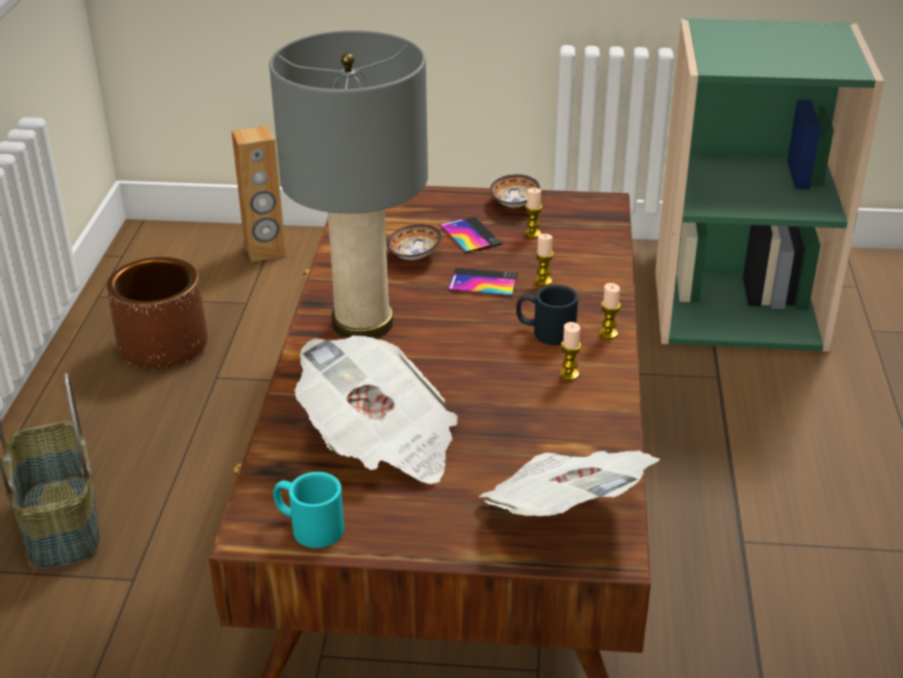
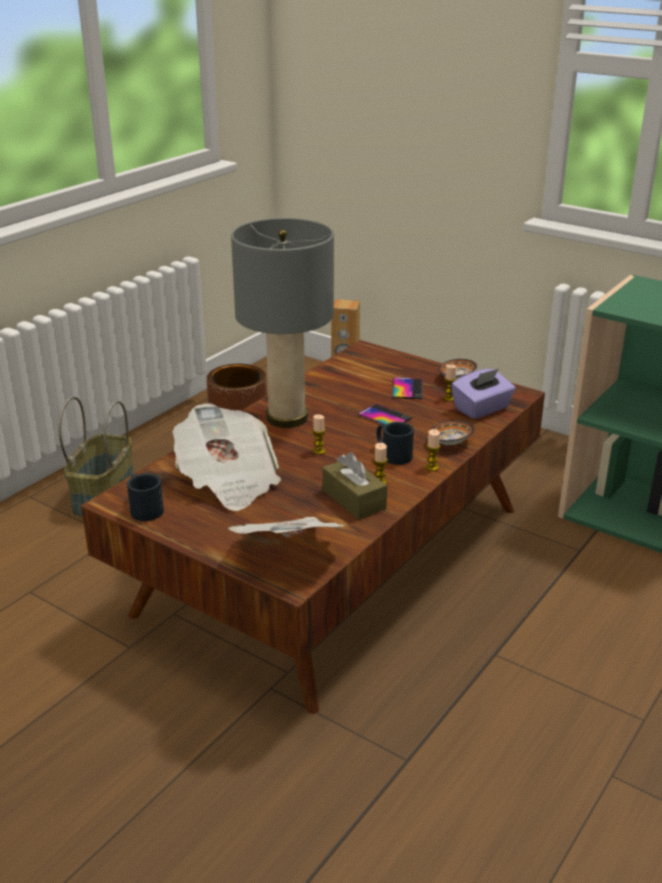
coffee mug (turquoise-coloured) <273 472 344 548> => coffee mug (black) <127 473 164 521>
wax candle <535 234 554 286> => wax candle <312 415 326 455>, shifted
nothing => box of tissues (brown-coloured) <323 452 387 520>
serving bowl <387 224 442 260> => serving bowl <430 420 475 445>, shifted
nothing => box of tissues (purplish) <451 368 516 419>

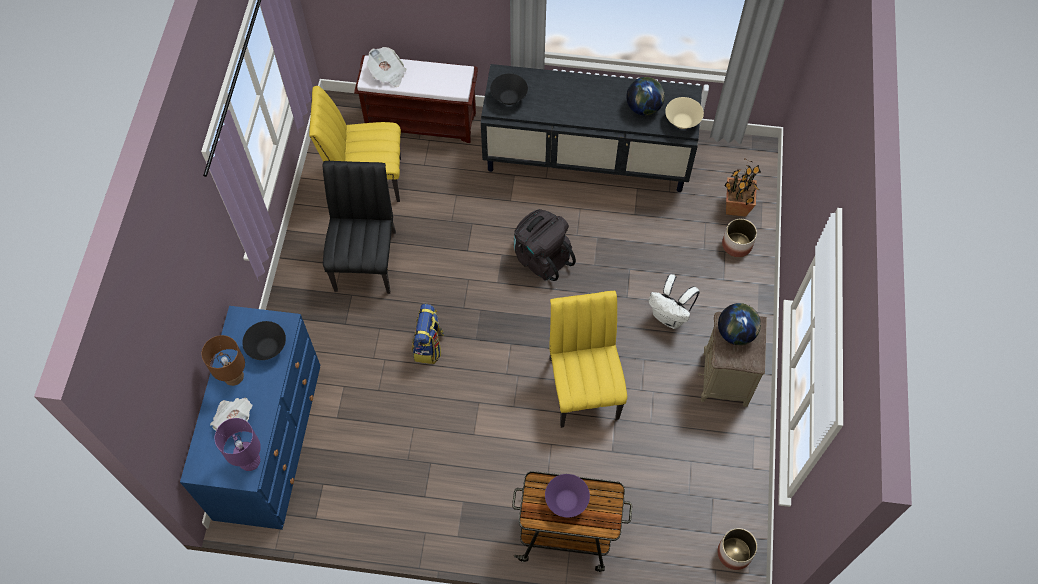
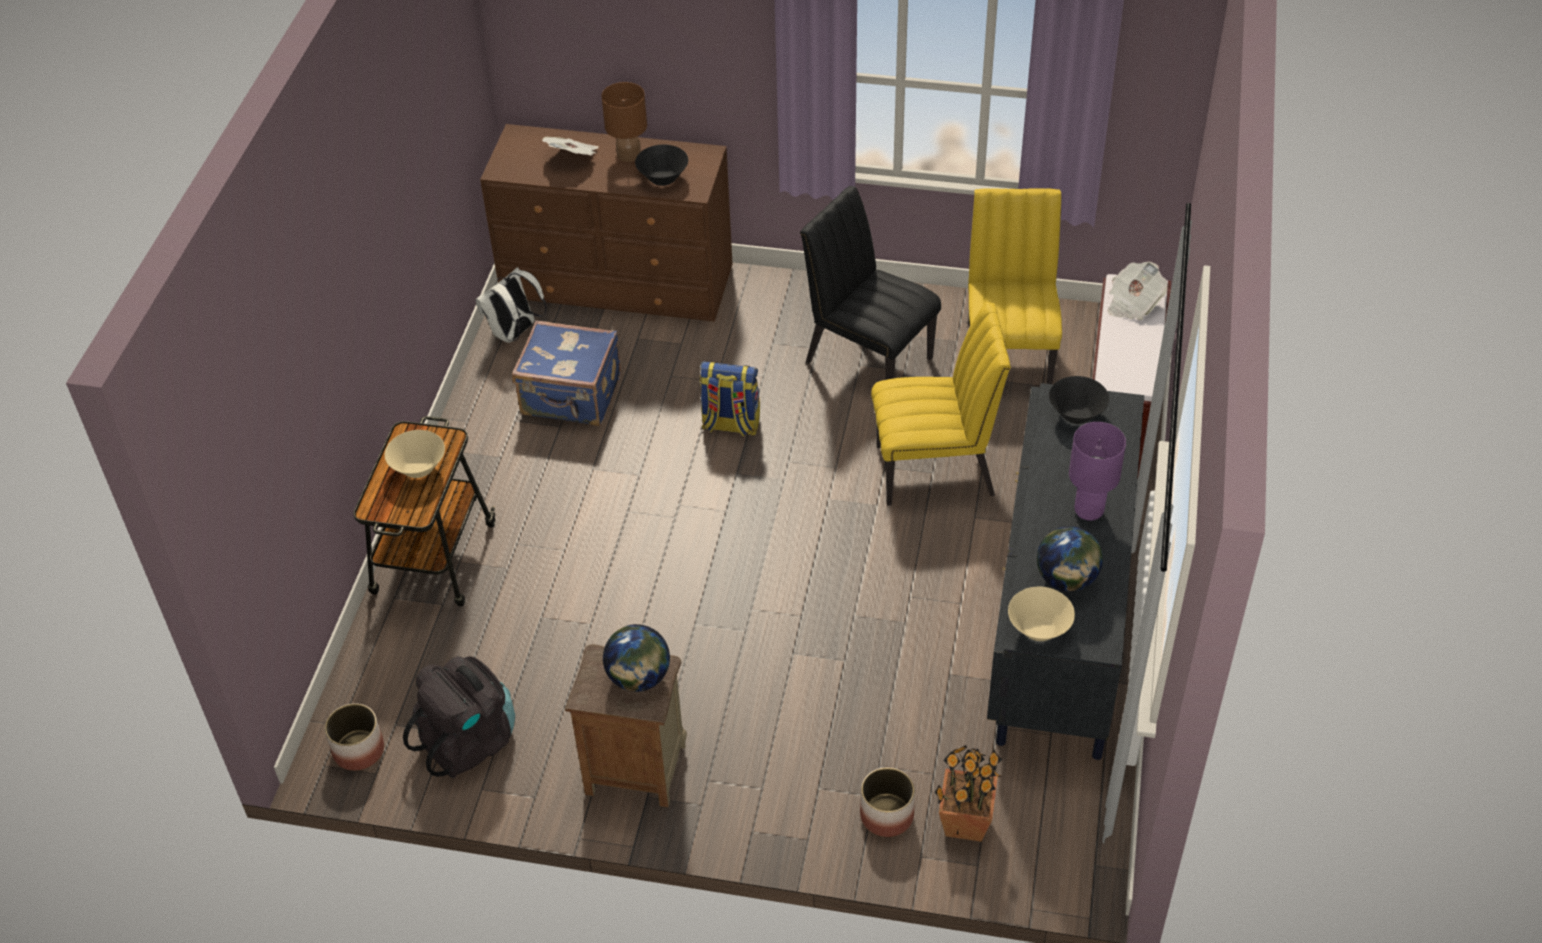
serving bowl (purplish) <545 474 590 518> => serving bowl (sand-coloured) <385 430 445 478>
knapsack (black) <514 209 576 281> => knapsack (black) <403 656 515 778>, shifted
knapsack (white) <648 274 700 329> => knapsack (white) <475 267 547 343>, shifted
dresser (bluish) <180 306 320 530> => dresser (brown-coloured) <480 124 732 322>
nothing => piece of luggage (bluish) <512 320 621 426>
plain chair (black) <323 161 396 294> => plain chair (black) <800 186 941 380>, 150 degrees counterclockwise
plain chair (yellow) <549 291 627 428> => plain chair (yellow) <871 302 1011 506>, shifted
table lamp (purplish) <215 418 261 471> => table lamp (purplish) <1069 422 1126 521>, shifted

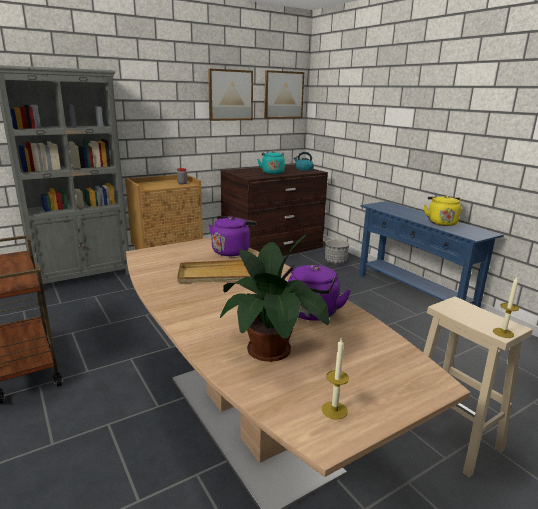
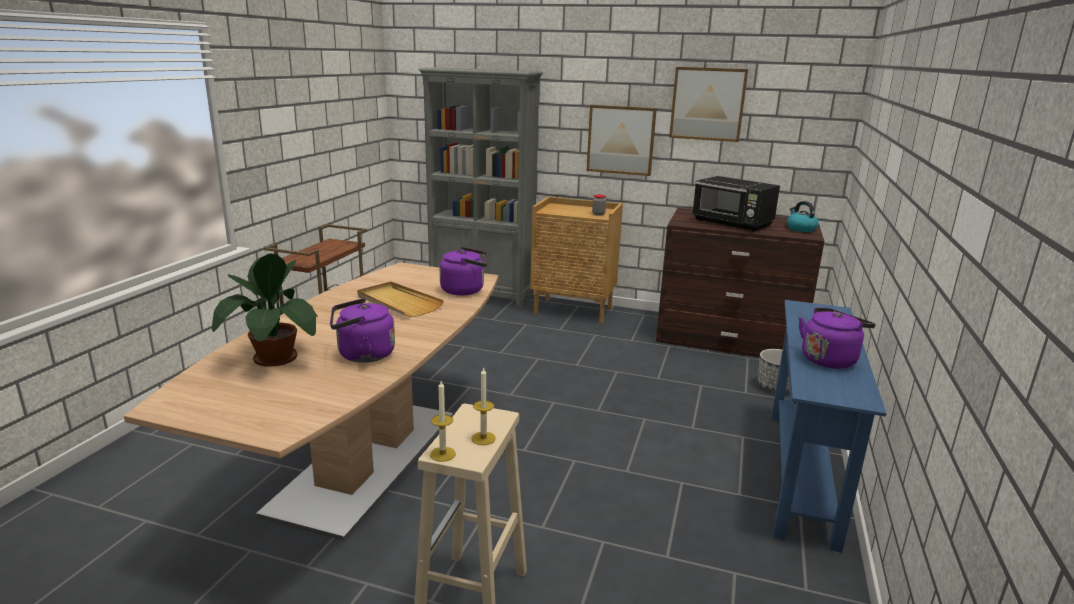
wax candle <322 337 349 420> => wax candle <472 368 496 445>, shifted
picture <264 70 304 119> => picture <587 105 657 176>, shifted
kettle (turquoise-coloured) <257 151 285 174> => microwave oven (black) <692 176 780 232>
kettle (yellow) <424 195 461 226> => kettle (purplish) <799 308 875 369>

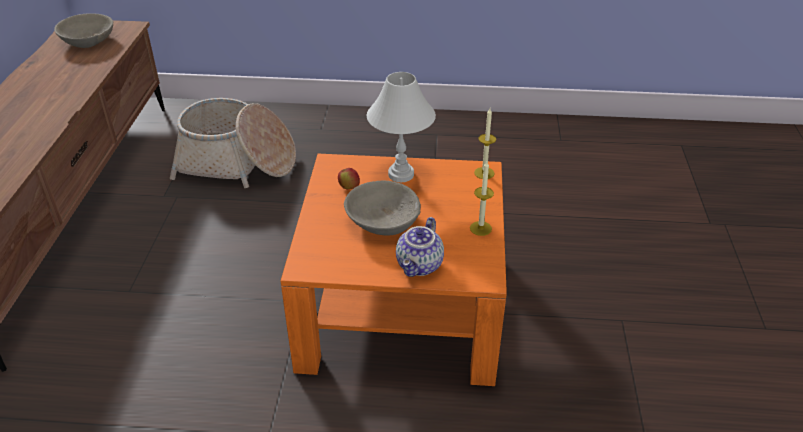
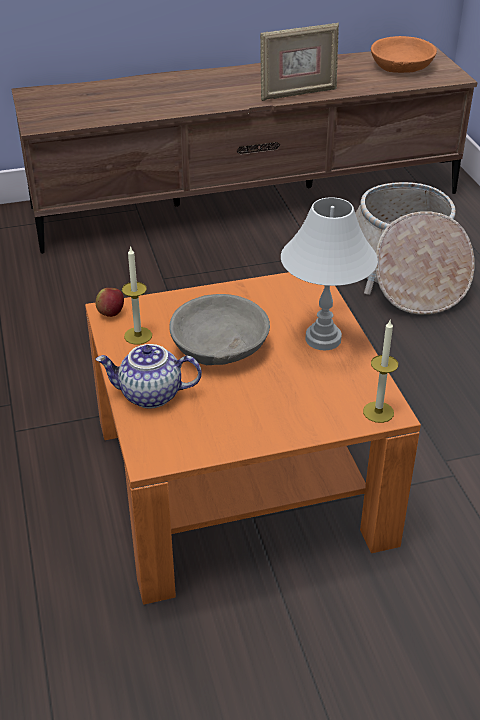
whole apple <338 168 360 189> => whole apple <96 288 124 317>, shifted
wax candle <470 161 494 236> => wax candle <122 246 152 345>, shifted
nothing => photo frame <260 23 339 101>
serving bowl (greyish) <54 13 113 48> => serving bowl (orange) <371 36 437 73>

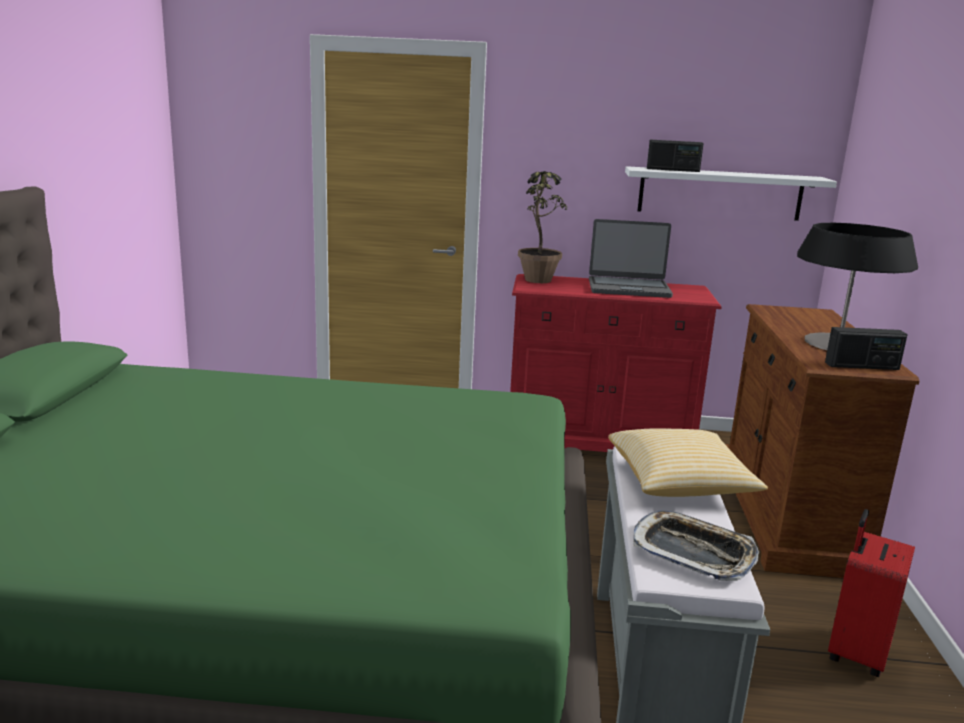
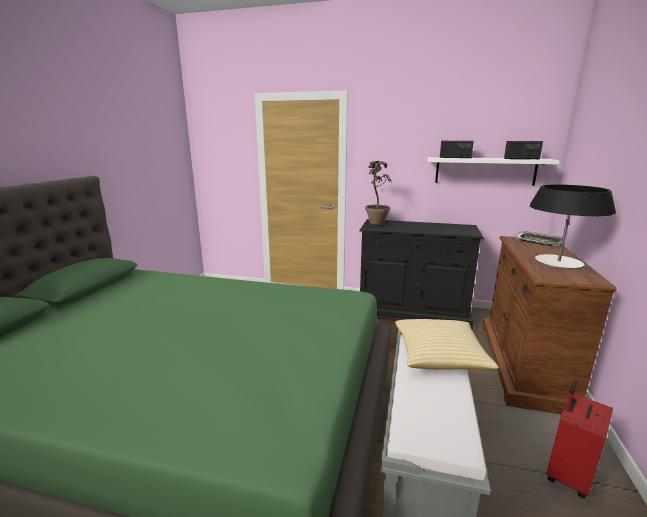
dresser (reddish) <510 274 722 452> => dresser (black) <360 219 484 331>
radio set <825 327 908 370> => radio set <504 141 543 159>, shifted
serving tray <633 511 759 581> => serving tray <516 231 562 246>, shifted
notebook computer <589 219 673 298> => nothing

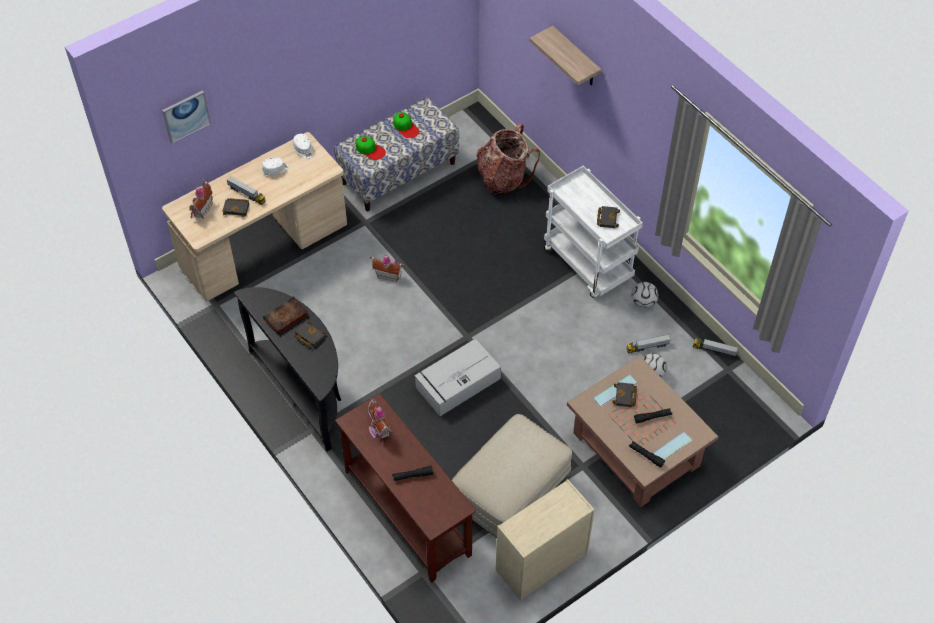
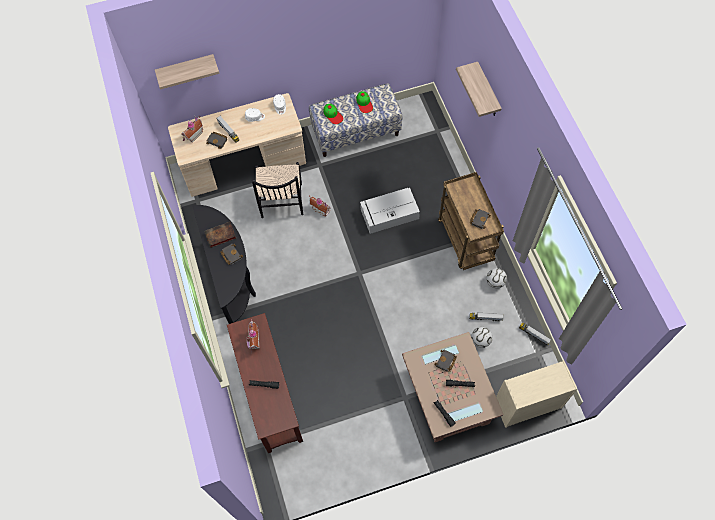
picture <162 90 211 144> => wall shelf <155 54 219 90>
nothing => plain chair (black) <252 162 303 218>
storage container (greyish) <414 340 501 416> => storage container (greyish) <360 188 420 234>, shifted
trolley (white) <544 166 643 298> => trolley (brown-coloured) <438 172 504 270>
dresser (sand-coloured) <496 479 595 601> => dresser (sand-coloured) <496 360 577 428>, shifted
ottoman (sand-coloured) <452 414 572 538> => nothing
knapsack <476 123 540 194> => nothing

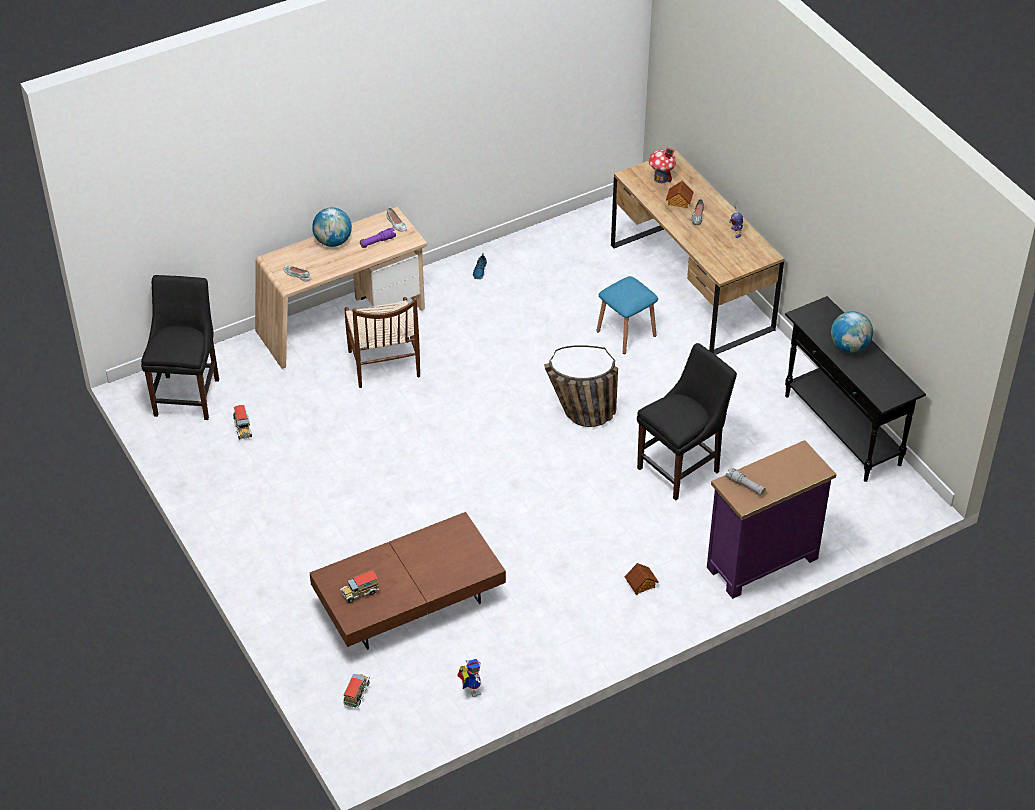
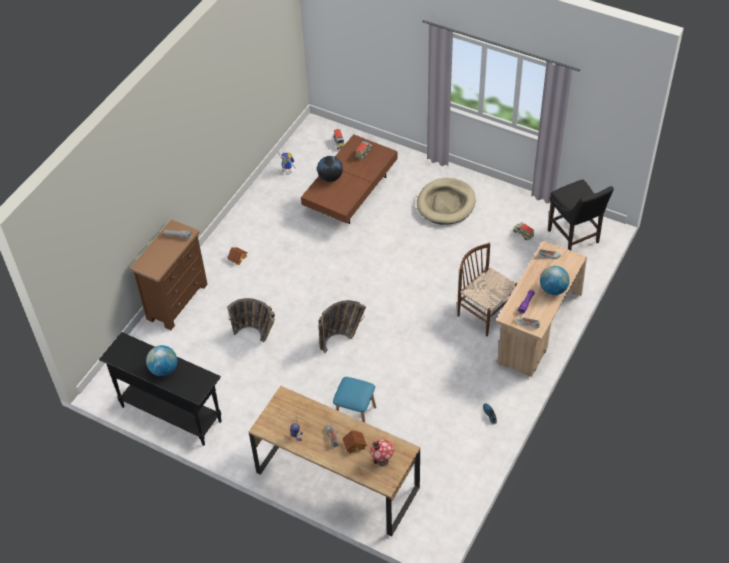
dresser (purplish) <707 440 837 599> => dresser (brown-coloured) <130 219 208 330>
plain chair (black) <637 343 737 500> => household basket <227 298 275 343>
nothing => world globe <317 156 343 182>
nothing => pet bed (sand-coloured) <417 178 476 225>

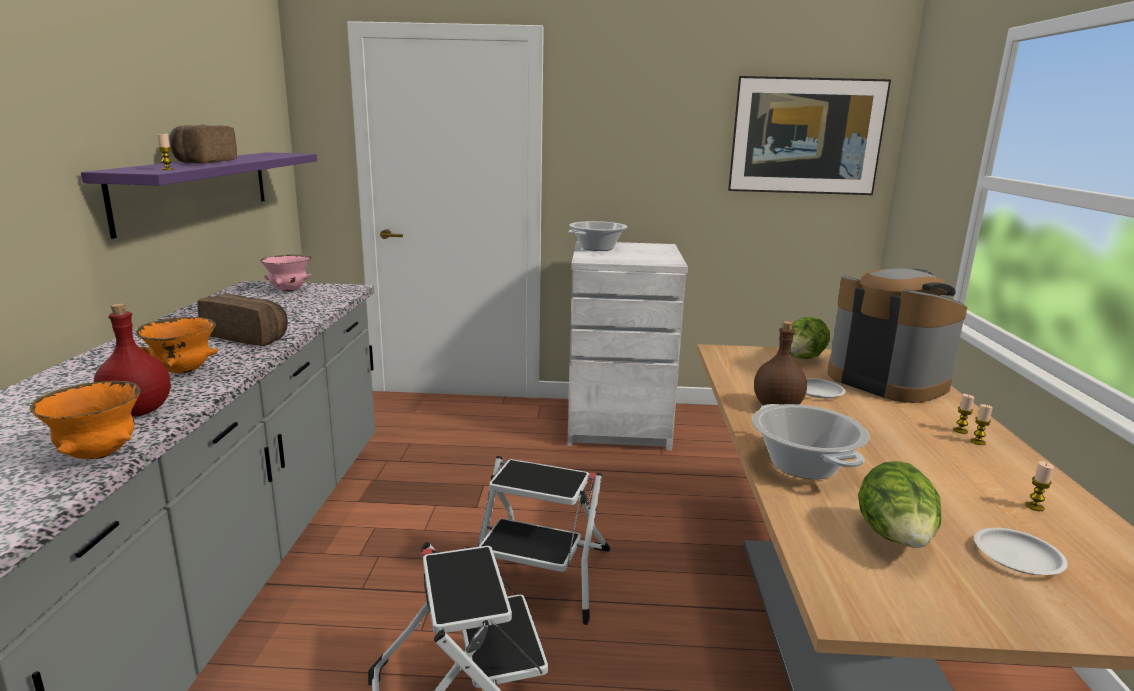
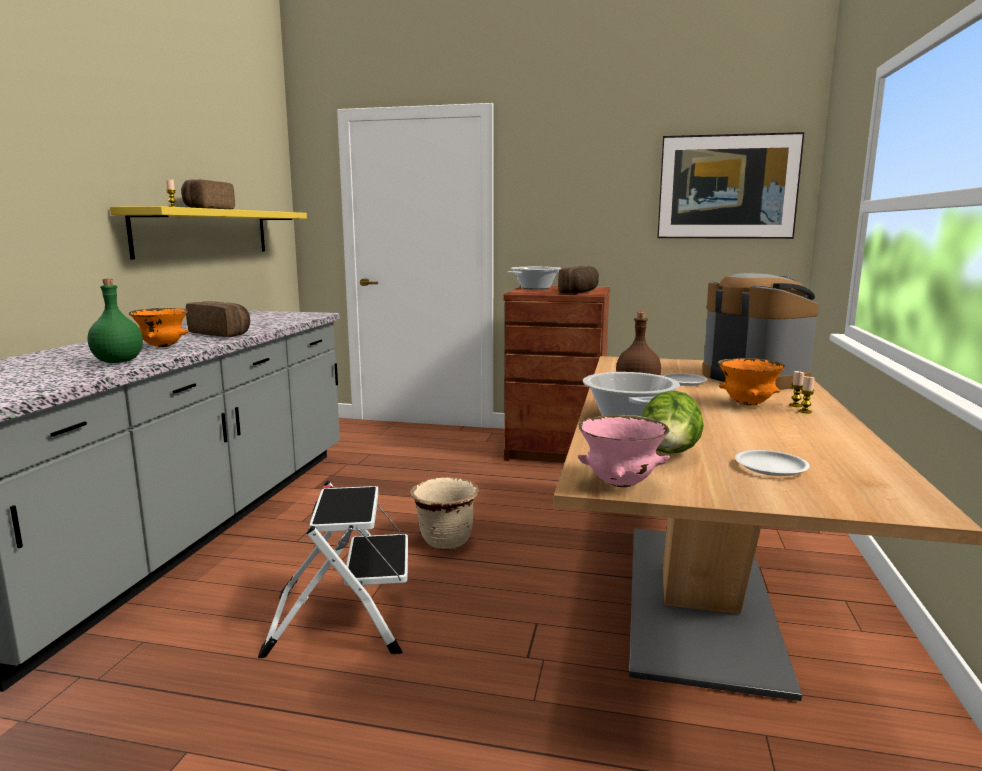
beverage bottle (reddish) <94 304 171 417> => beverage bottle (greenish) <87 279 143 363>
wall shelf (purplish) <81 152 317 239> => wall shelf (yellow) <110 206 307 260>
stepladder <478 456 610 625> => plant pot (sand-coloured) <410 477 479 550>
dresser (white) <567 241 688 451> => dresser (brown-coloured) <503 286 610 463>
nothing => bread <558 266 599 294>
serving bowl (pink-coloured) <260 255 311 292> => serving bowl (pink-coloured) <578 415 670 487>, shifted
serving bowl (orange) <30 381 141 459> => serving bowl (orange) <718 358 785 405>, shifted
head of lettuce <791 317 830 359> => nothing
wax candle <1026 461 1054 511> => nothing

